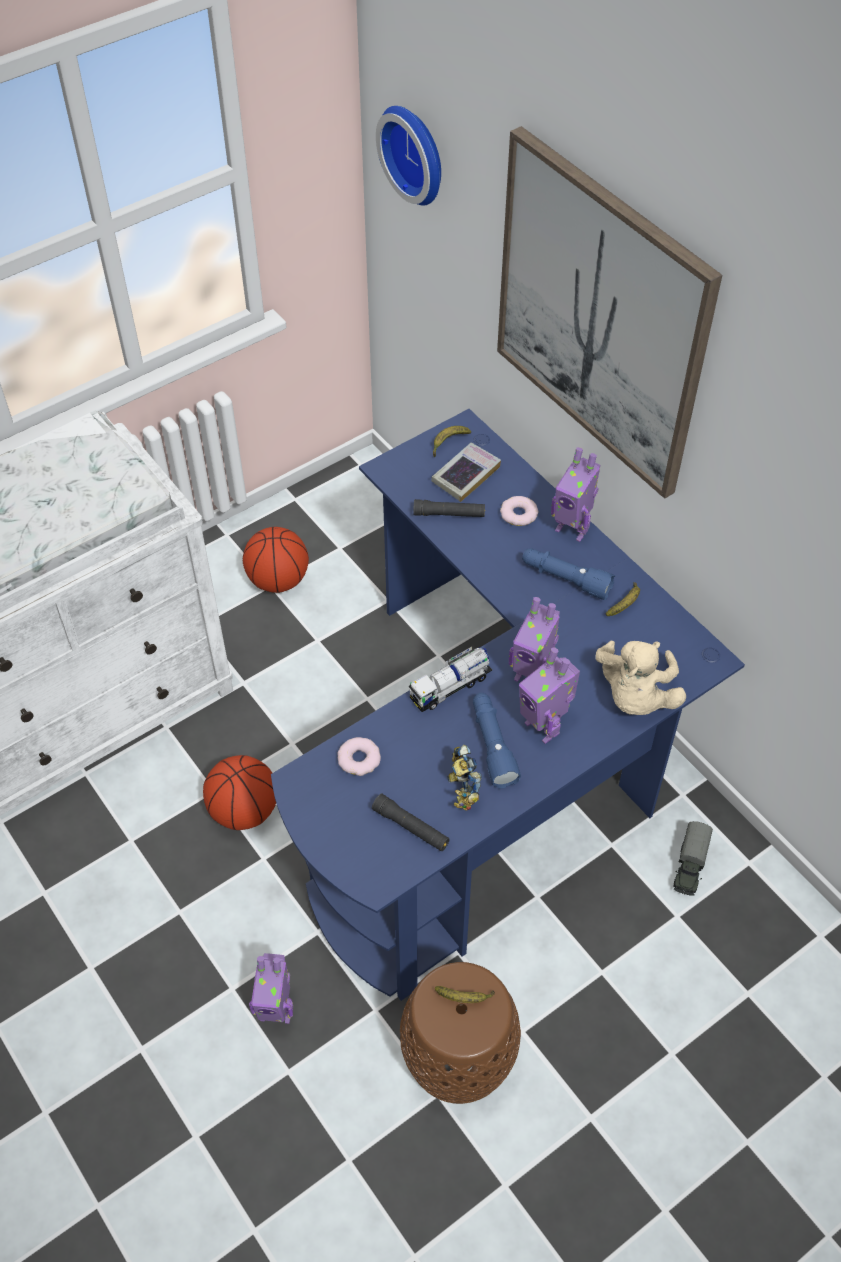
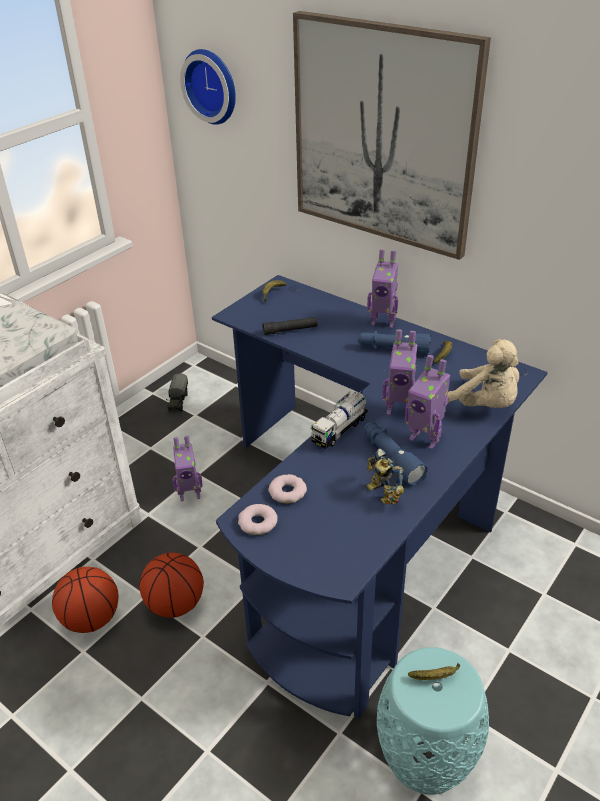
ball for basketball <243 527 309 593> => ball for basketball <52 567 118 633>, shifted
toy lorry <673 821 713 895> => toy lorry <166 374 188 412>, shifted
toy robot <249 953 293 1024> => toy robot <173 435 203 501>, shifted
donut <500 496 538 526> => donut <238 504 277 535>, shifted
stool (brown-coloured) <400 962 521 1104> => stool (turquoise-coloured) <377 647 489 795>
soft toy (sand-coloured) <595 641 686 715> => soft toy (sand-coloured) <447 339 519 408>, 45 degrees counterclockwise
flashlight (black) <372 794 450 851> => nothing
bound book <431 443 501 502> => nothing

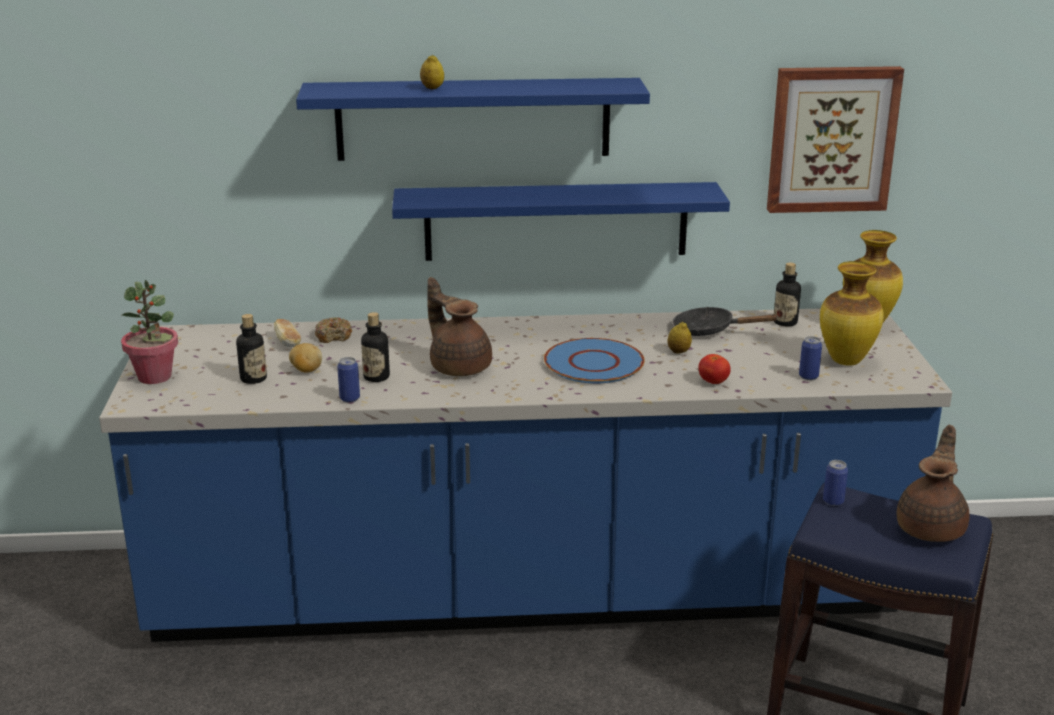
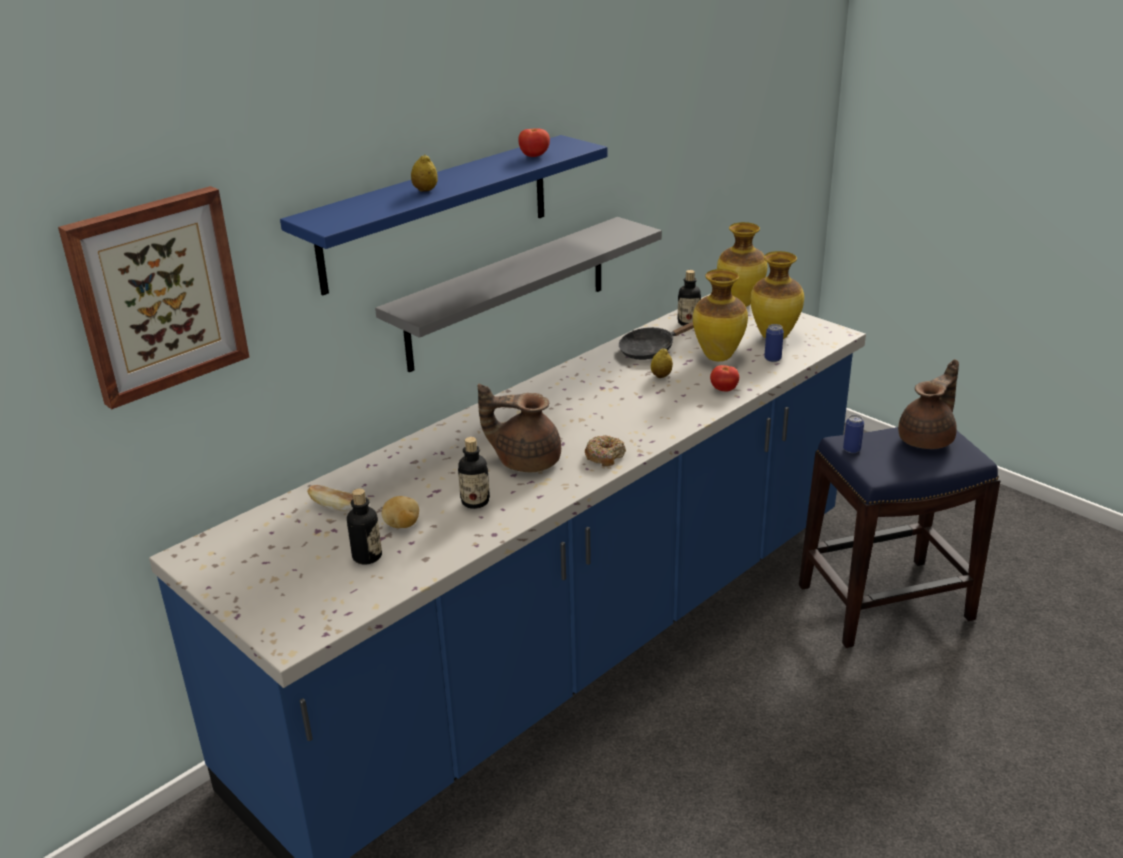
picture <767 66 904 213> => picture <58 186 249 409>, shifted
wall shelf (bluish) <392 182 730 261> => wall shelf (greyish) <375 217 662 372>
nothing => fresh tomato <518 128 550 157>
donut <315 317 352 343> => donut <585 435 626 467>, shifted
nothing => flower vase <693 269 748 361>
teapot (brown-coloured) <897 425 970 542> => teapot (brown-coloured) <898 359 959 449>, 60 degrees clockwise
plant in a pot <121 280 178 384> => nothing
sealed can <337 357 360 402> => nothing
flat dish (bluish) <544 338 645 383> => nothing

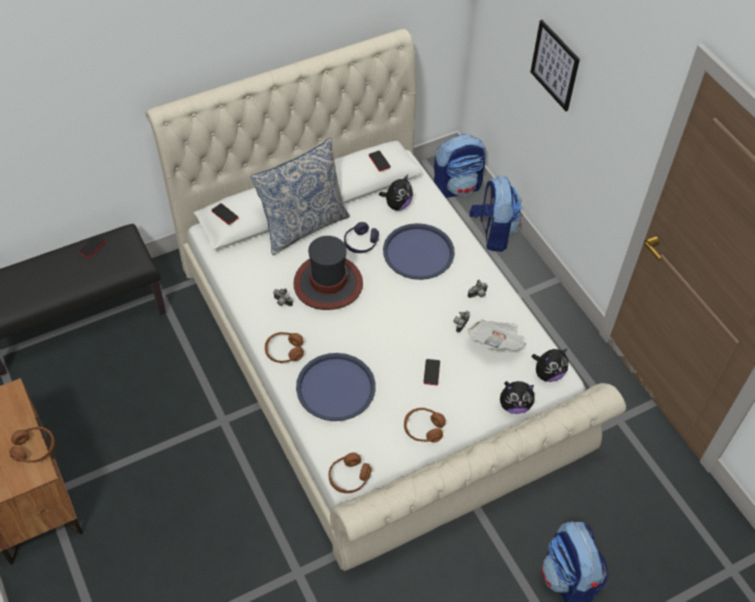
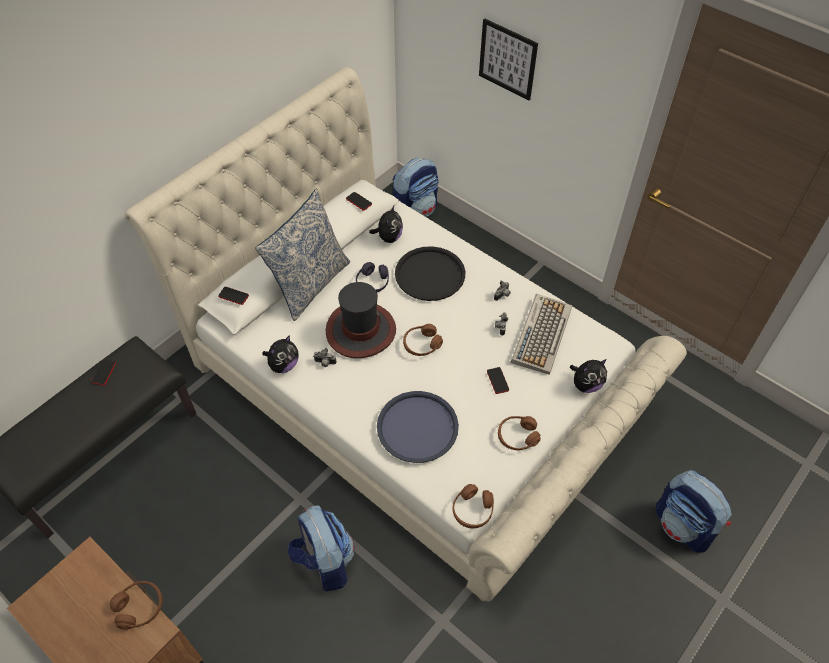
soft toy <532 348 568 382> => soft toy <262 335 299 373>, shifted
knapsack <470 176 521 252> => knapsack <288 505 354 591>, shifted
serving tray (bluish) <383 223 455 280> => serving tray (black) <395 246 466 301>
headset (brown-coloured) <265 332 304 363> => headset (brown-coloured) <403 324 443 356>, shifted
newspaper <467 319 526 350> => PC keyboard <511 294 572 375>

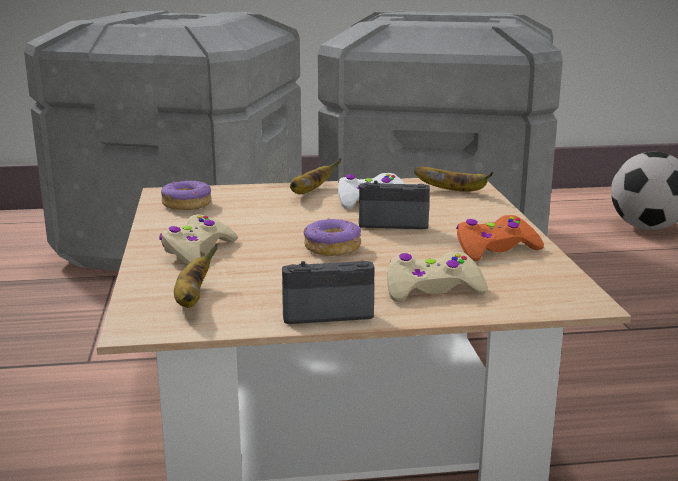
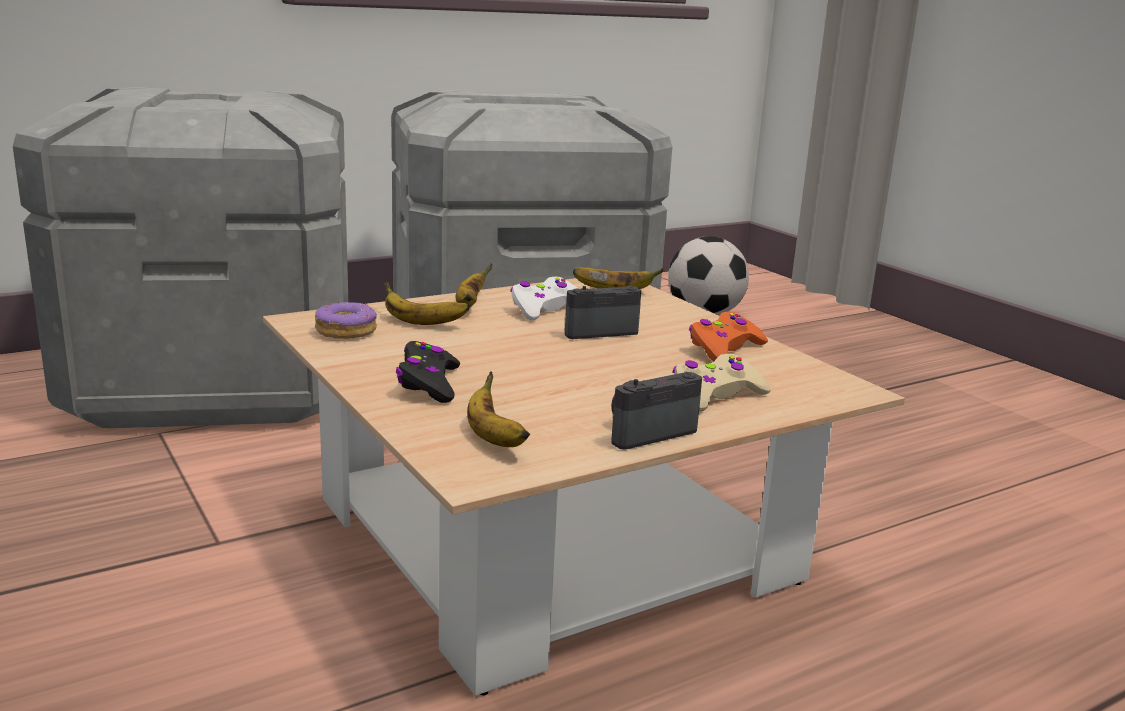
nothing => banana fruit <385 280 470 325>
gamepad (sand-coloured) <159 214 238 266> => gamepad (black) <396 341 460 403>
donut <304 219 361 256> => nothing

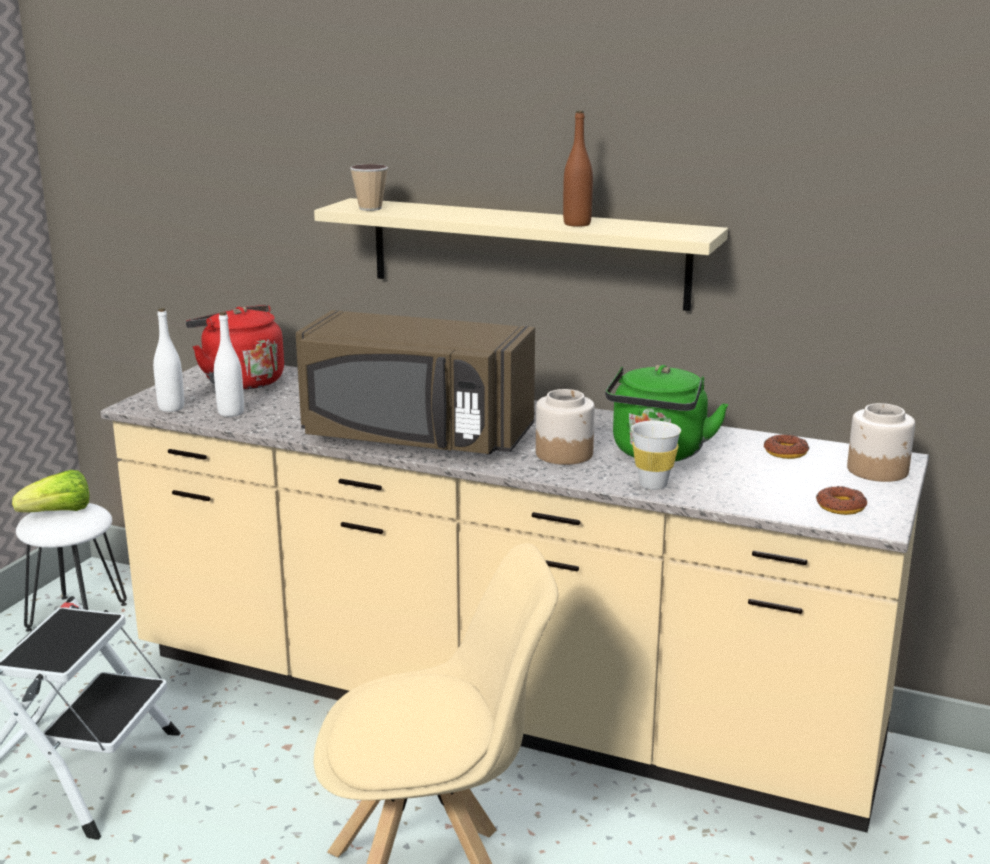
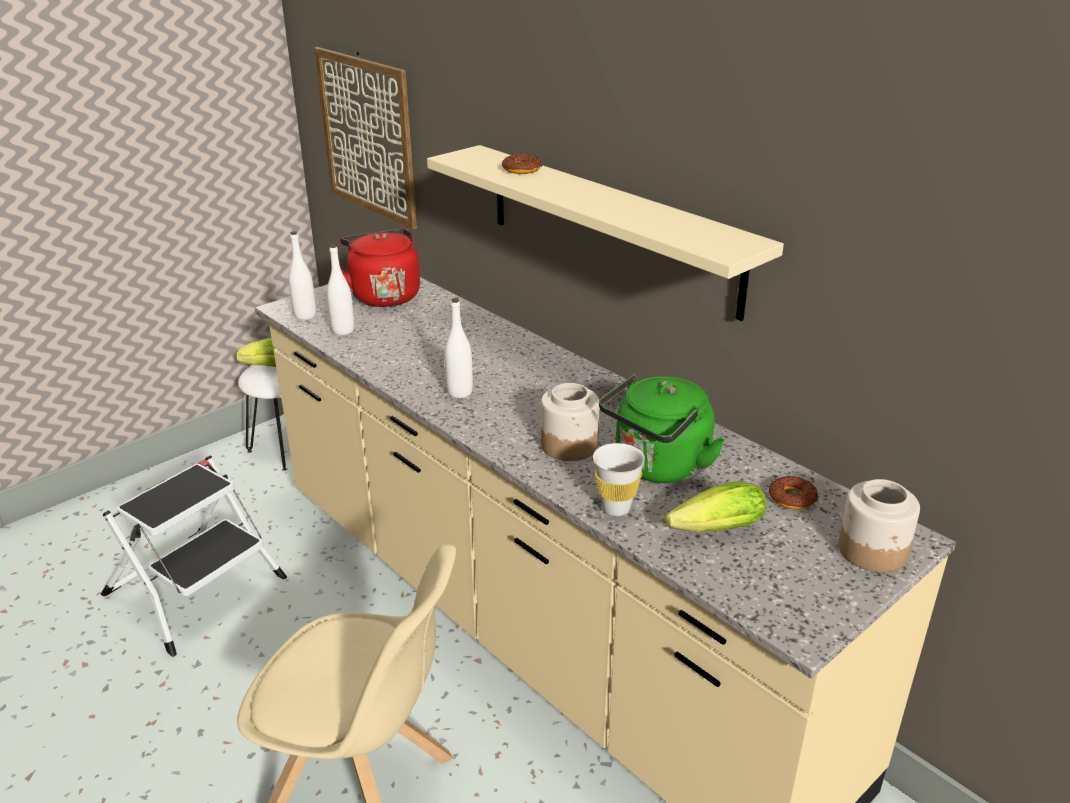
nothing => picture <314 47 417 230>
microwave oven (brown-coloured) <296 310 535 454> => beverage bottle (white) <444 298 473 398>
donut <816 486 867 515> => donut <502 154 543 174>, shifted
nothing => head of lettuce <665 481 766 532>
cup <350 164 388 211> => nothing
beverage bottle (brown-coloured) <563 111 593 227> => nothing

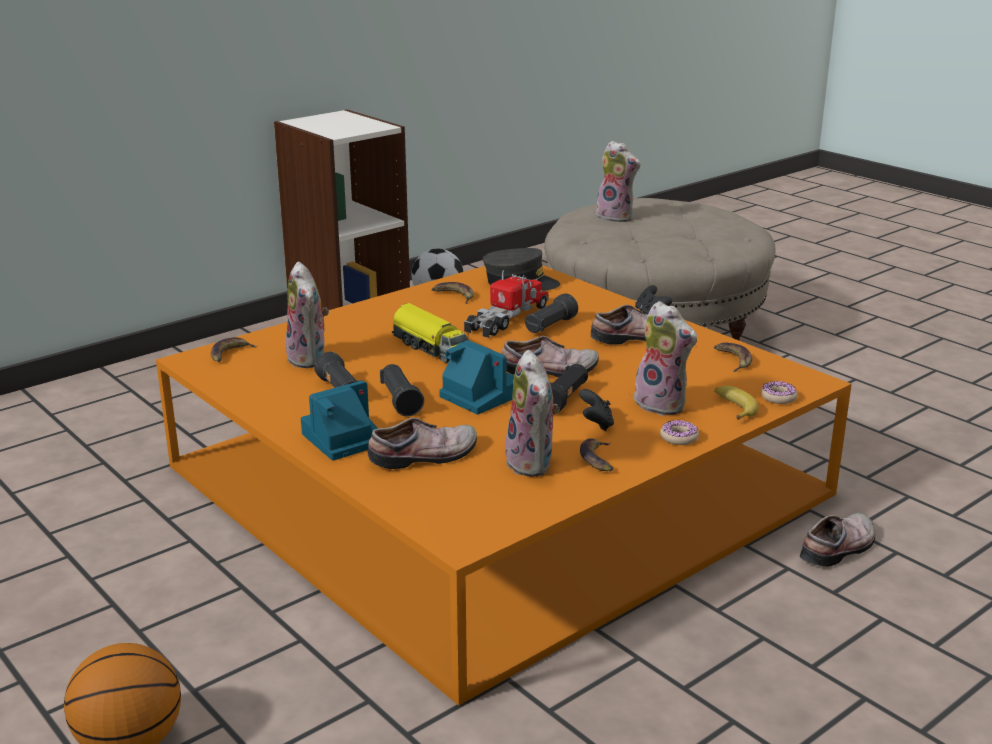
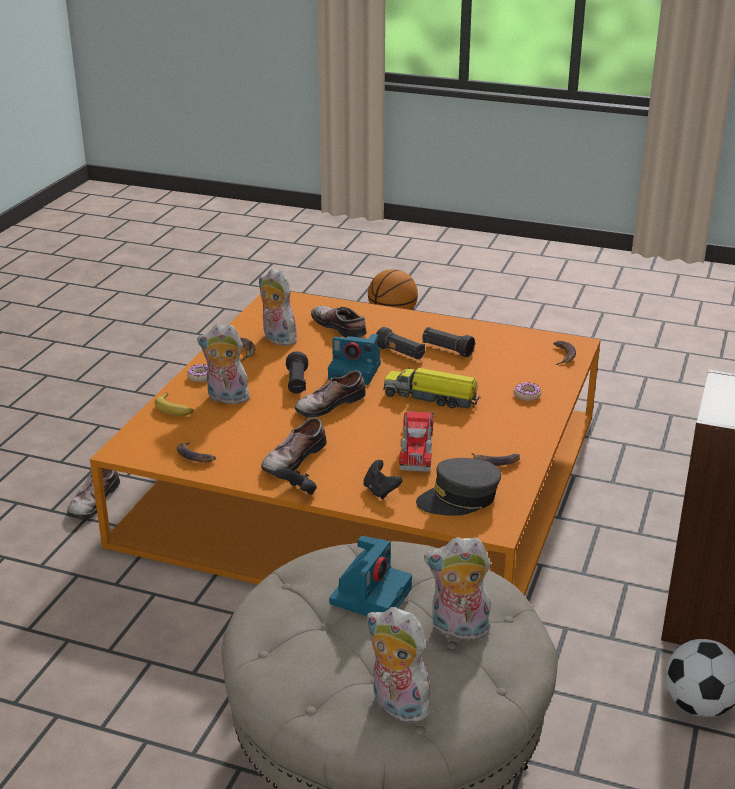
shoe <368 418 477 469> => shoe <311 306 367 338>, 105 degrees clockwise
still camera <301 380 378 460> => still camera <329 536 412 616>, shifted
gamepad (black) <579 389 614 431> => gamepad (black) <364 460 402 499>, shifted
soft toy <286 262 329 368> => soft toy <366 607 431 723>, shifted
donut <761 381 798 404> => donut <514 382 541 401>, shifted
flashlight (black) <525 293 578 333> => nothing

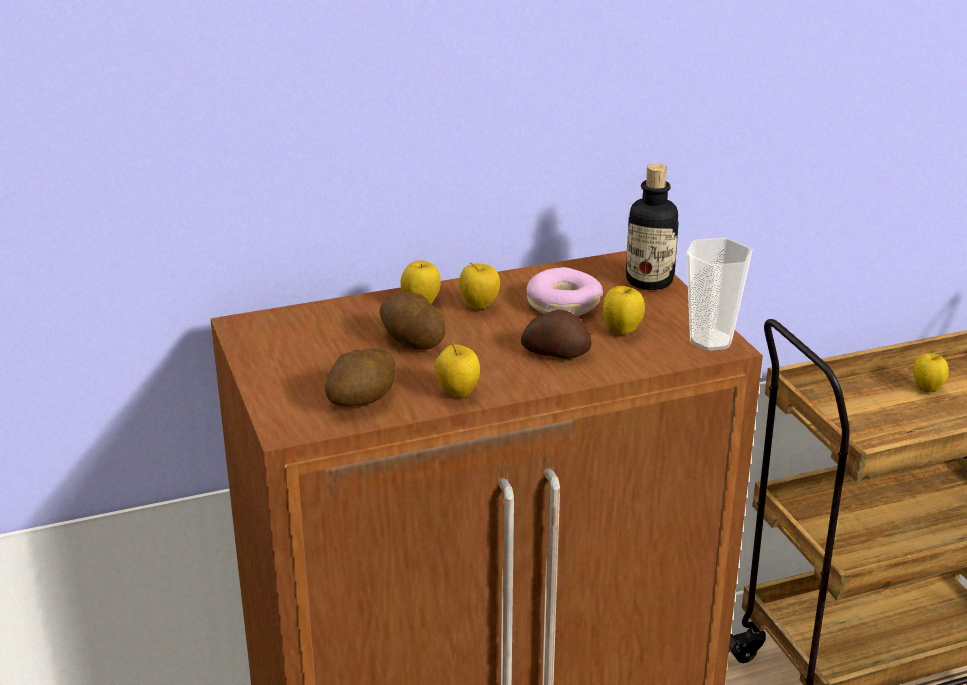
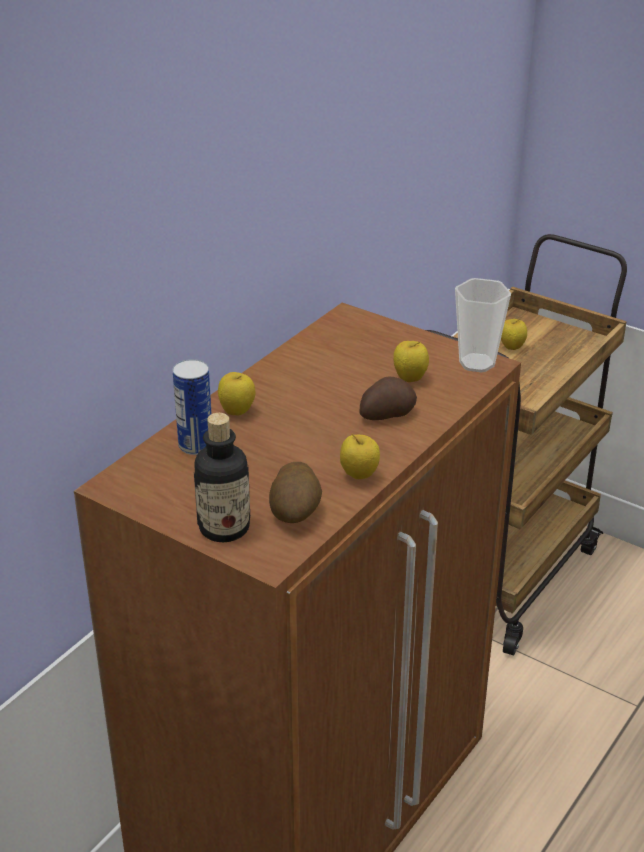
nothing => sealed can <173 359 212 455>
beverage bottle <626 163 679 290> => beverage bottle <194 413 250 542>, shifted
spud <379 292 445 350> => nothing
whole apple <459 262 500 309> => nothing
donut <527 267 603 316> => nothing

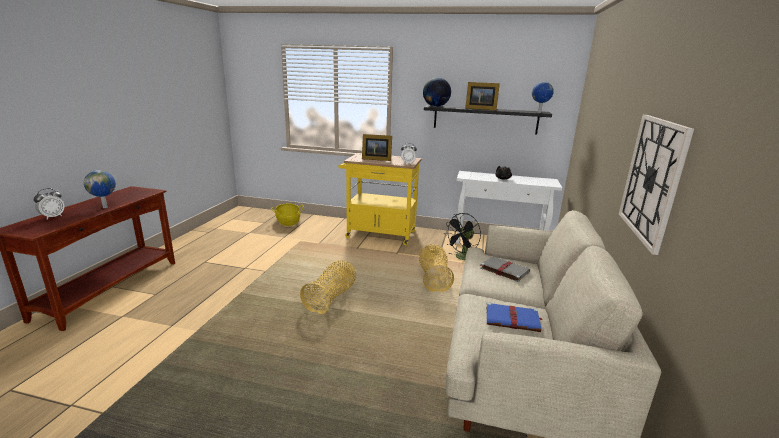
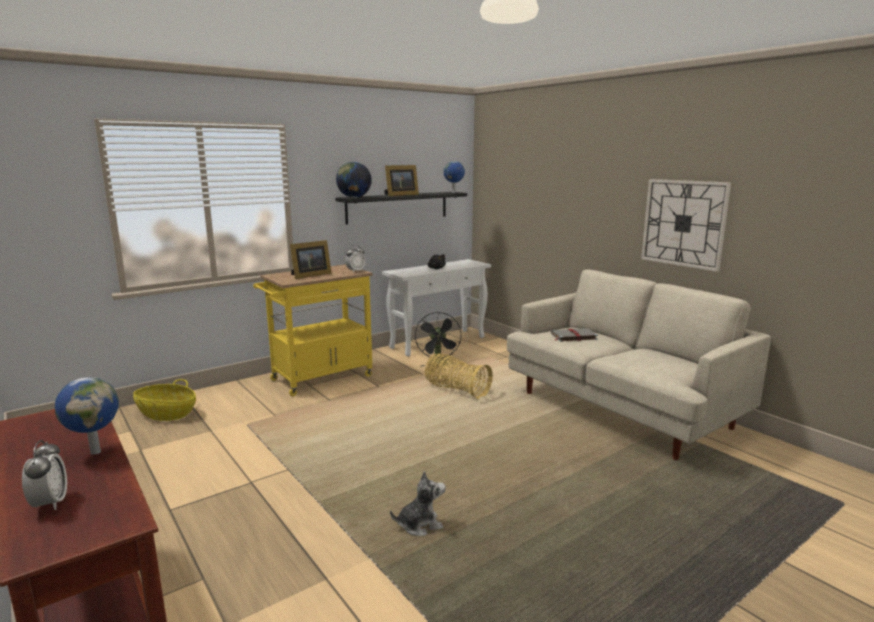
nothing => soft toy <390 471 446 536>
household basket <300 260 356 314> => nothing
bound book (bluish) <486 302 542 332> => nothing

